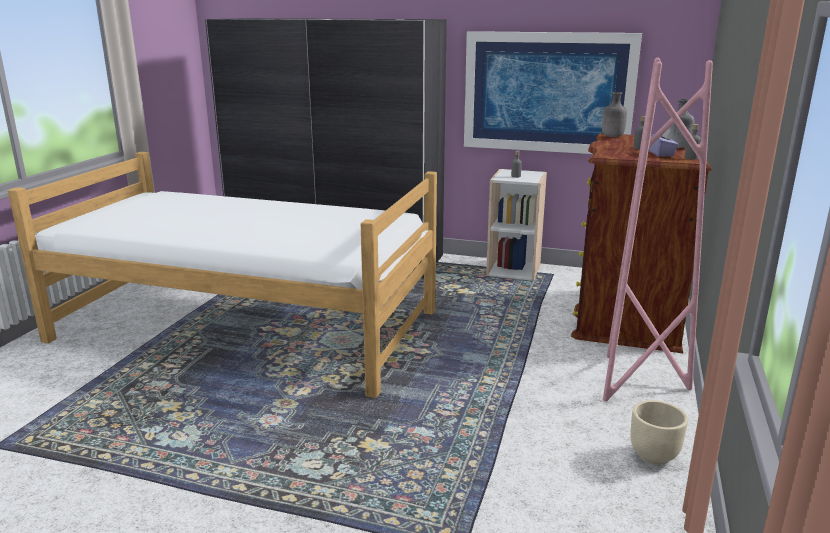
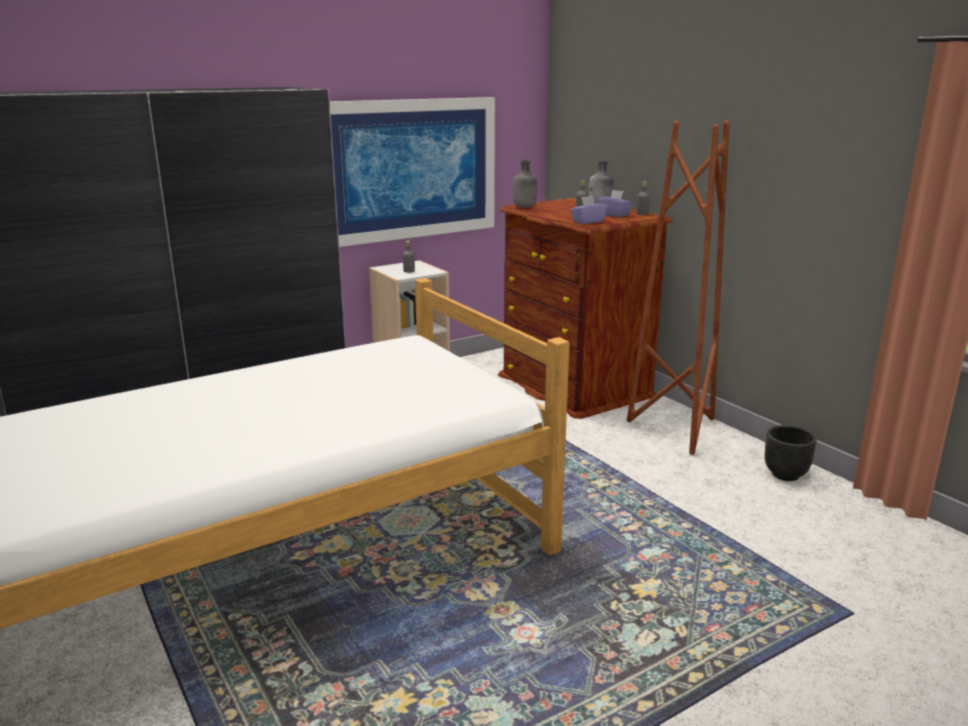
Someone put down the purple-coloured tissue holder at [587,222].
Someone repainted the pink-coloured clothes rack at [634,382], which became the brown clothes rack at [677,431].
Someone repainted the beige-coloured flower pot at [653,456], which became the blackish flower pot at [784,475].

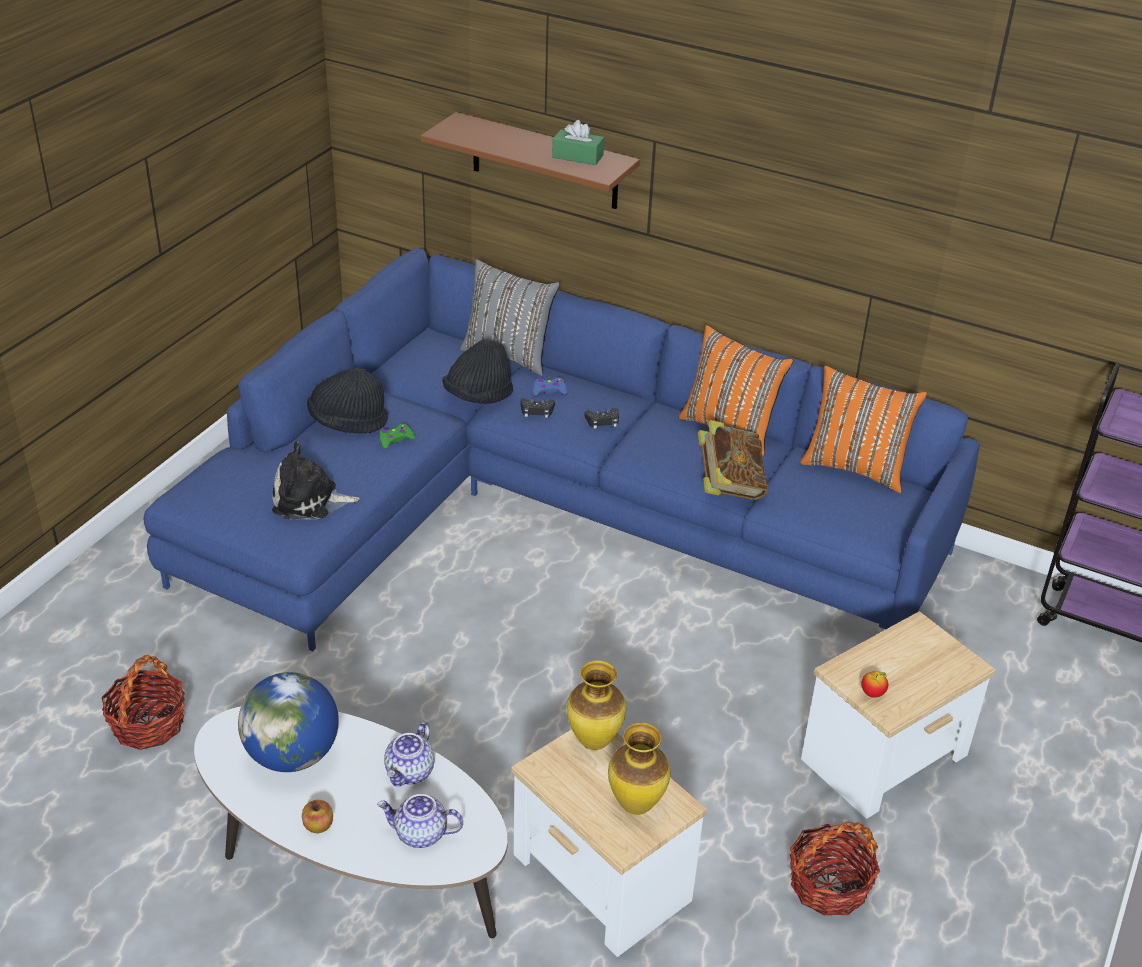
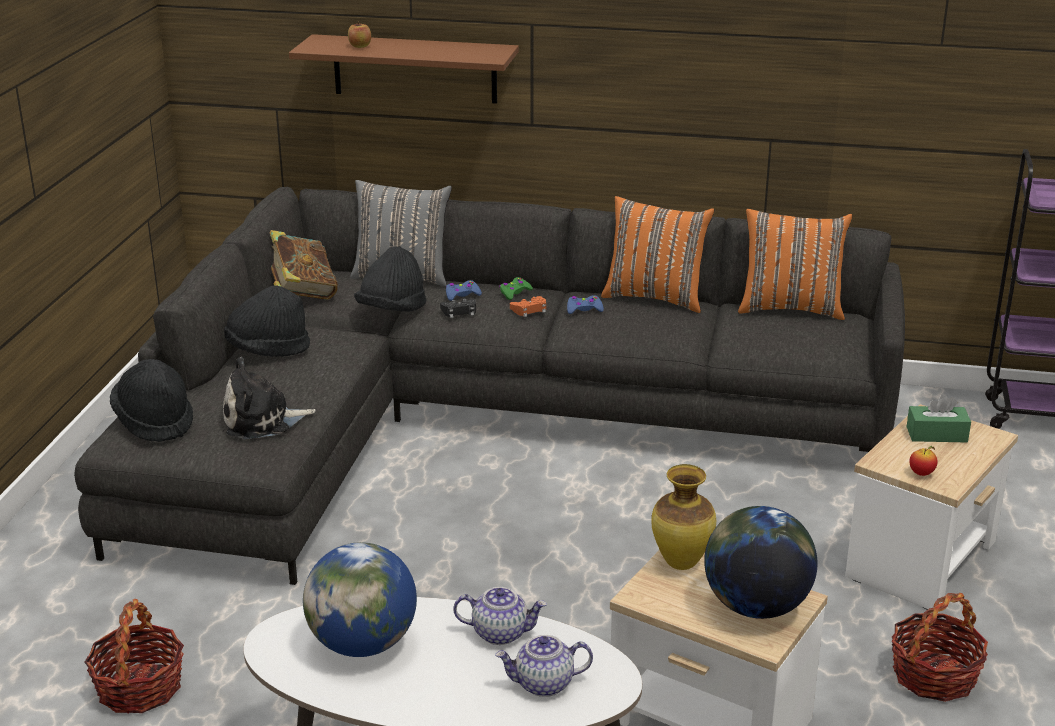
Someone put down the blackish hat at [155,422].
Someone put down the bluish joypad at [584,309].
Someone carried the apple from [318,826] to [360,46].
Someone carried the green-coloured joypad from [395,440] to [514,293].
Someone carried the green-coloured tissue holder from [577,156] to [936,434].
Someone carried the volume from [729,486] to [301,293].
Someone swapped the flower vase at [635,804] for the globe at [755,606].
Someone repainted the bluish sofa at [539,512], which became the grey sofa at [472,424].
Someone repainted the blackish joypad at [602,421], which became the orange joypad at [529,310].
Someone rotated the pot for tea at [410,772] by 90 degrees counterclockwise.

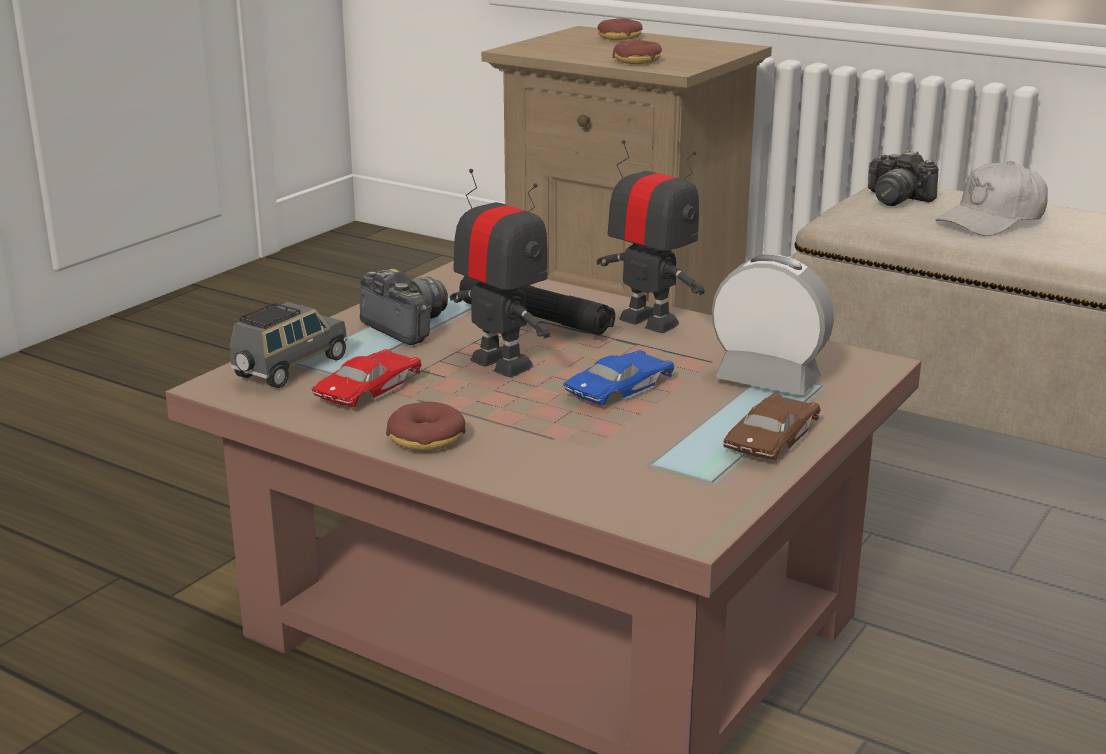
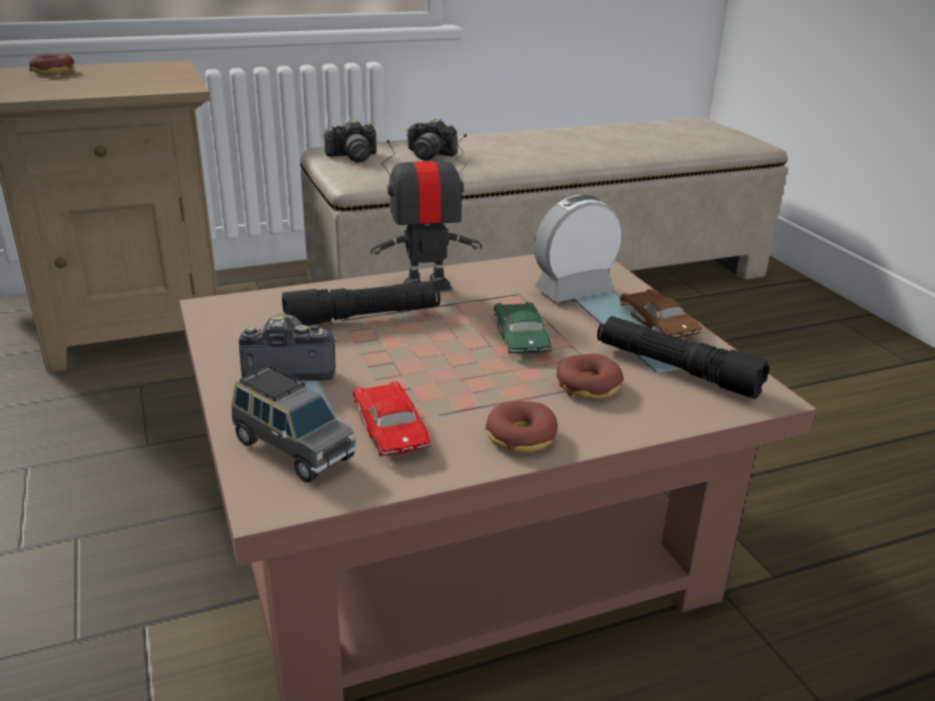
Someone took away the toy robot at [501,364].
Someone put down the blackish flashlight at [676,369].
Someone carried the donut from [637,60] to [588,386].
Someone swapped the whitish cap at [992,221] for the photo camera at [429,155].
Someone repainted the bluish toy car at [619,387], which became the green-coloured toy car at [521,335].
Someone rotated the grey toy car at [290,368] by 150 degrees clockwise.

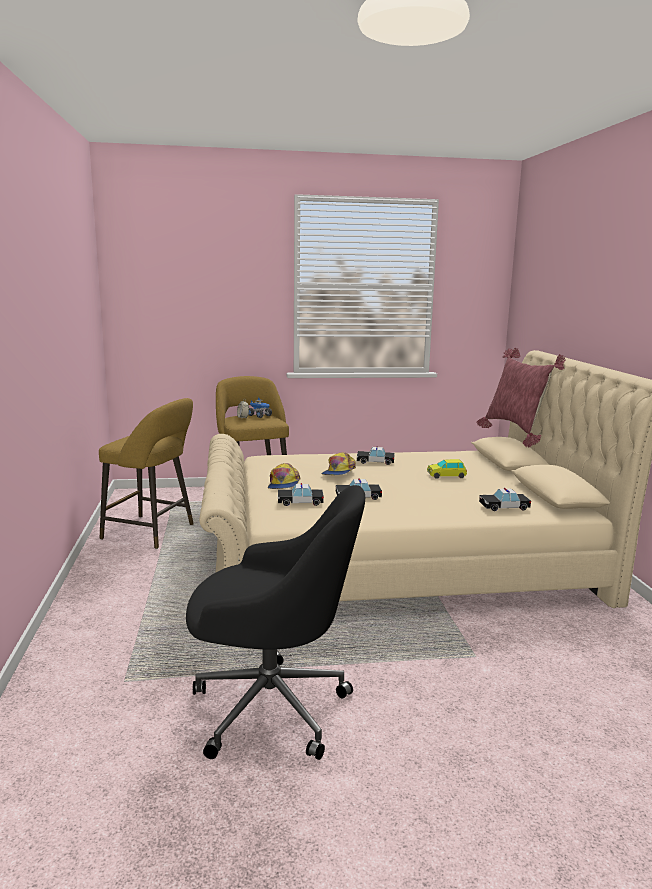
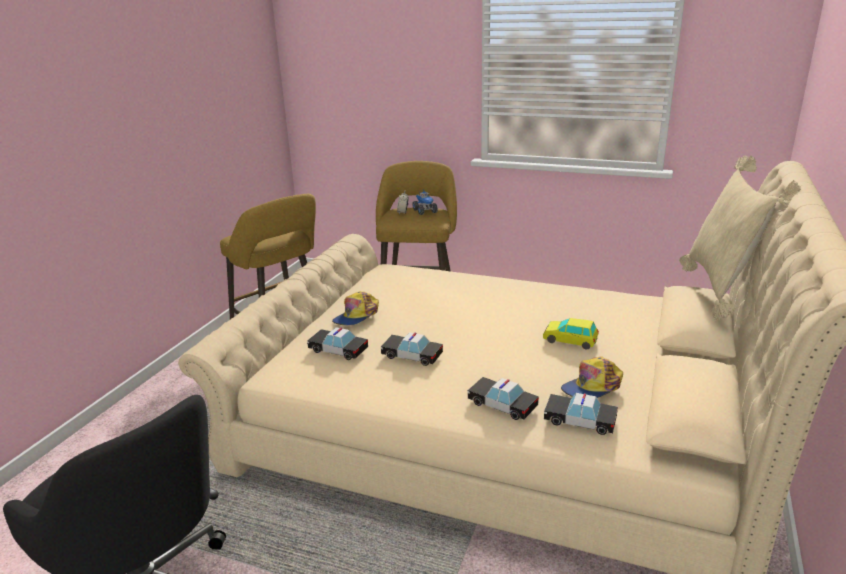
Someone carried the cap from [339,472] to [592,387].
Someone carried the toy car from [375,461] to [502,404].
Someone repainted the red-coloured throw pillow at [516,438], which became the beige-coloured throw pillow at [723,296].

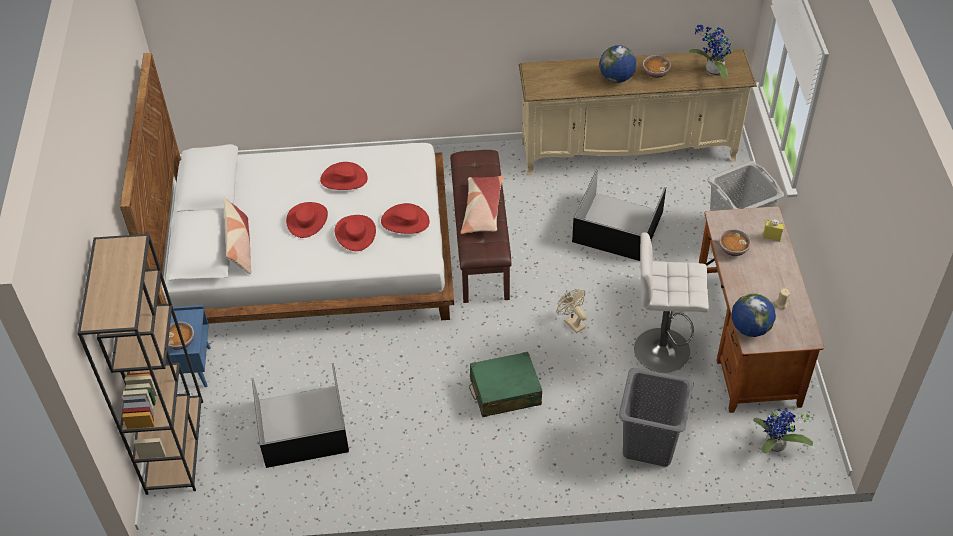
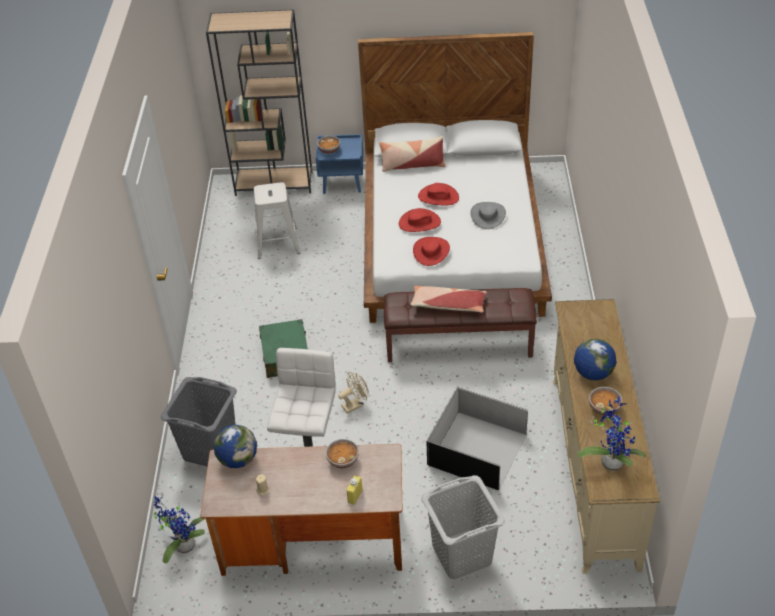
Someone swapped the blackish storage container at [304,425] for the whitish sitting stool at [277,243].
Someone repainted the red-coloured hat at [344,179], which became the grey hat at [488,215].

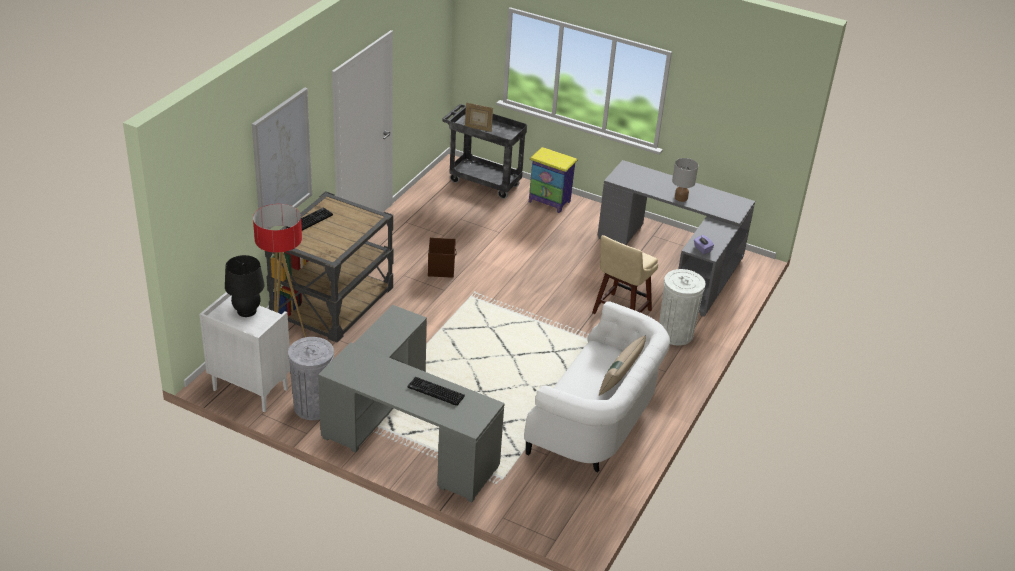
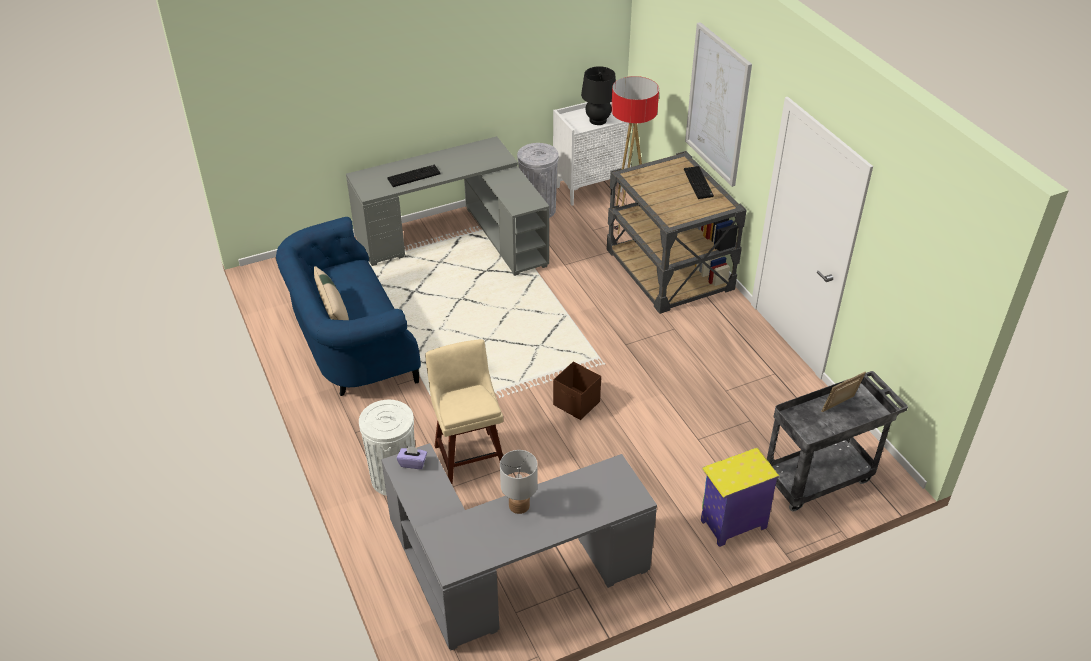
Someone carried the brown storage container from [441,269] to [576,404].
Someone repainted the whitish sofa at [595,423], which became the bluish sofa at [351,344].

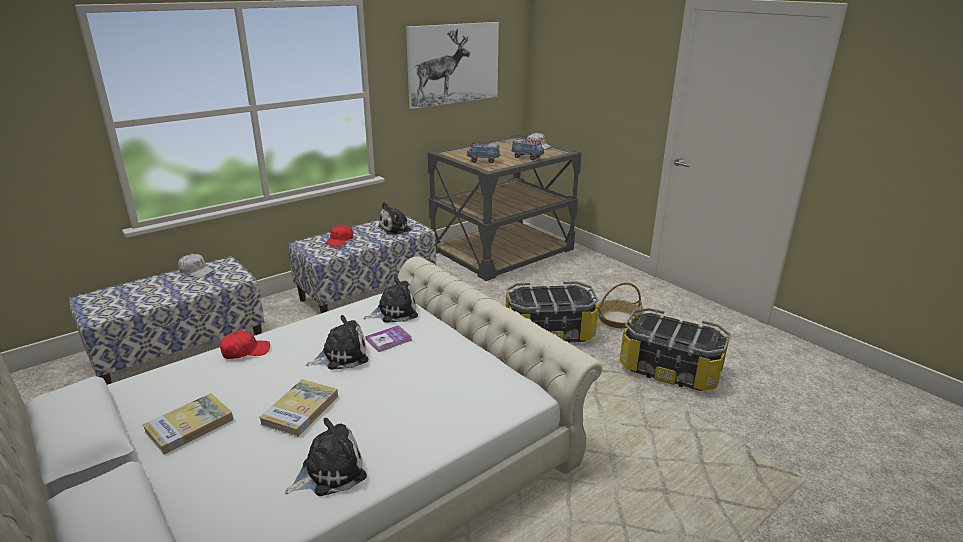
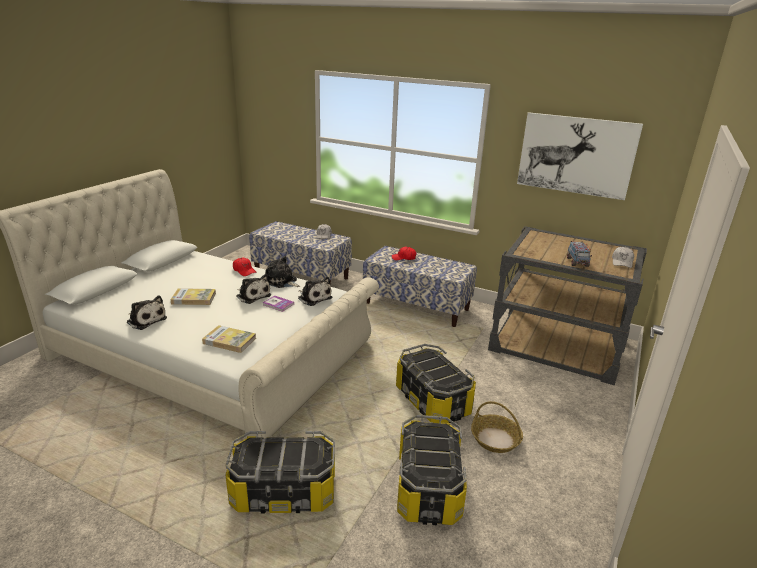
Someone took away the model truck at [483,161].
Someone put down the storage container at [284,492].
Someone carried the volume from [189,426] to [229,341].
Someone carried the soft toy from [397,228] to [282,282].

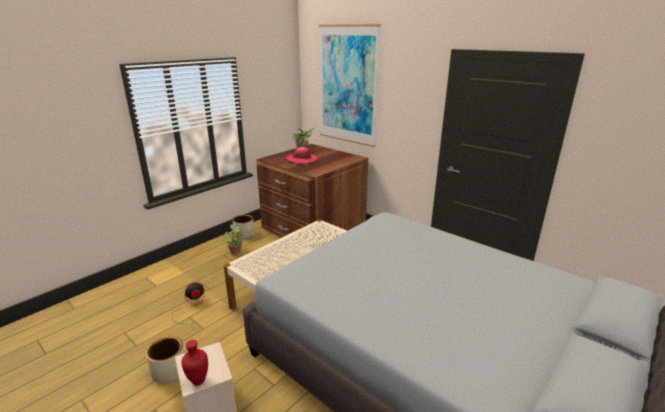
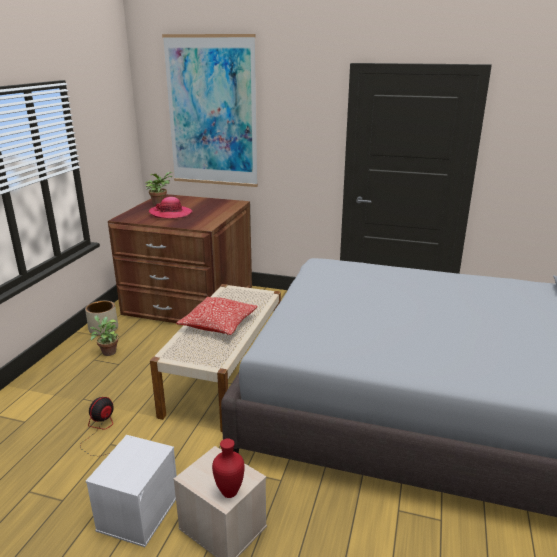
Someone put down the throw pillow at [218,324].
Someone swapped the beige-coloured flower pot at [170,371] for the whitish storage container at [138,511].

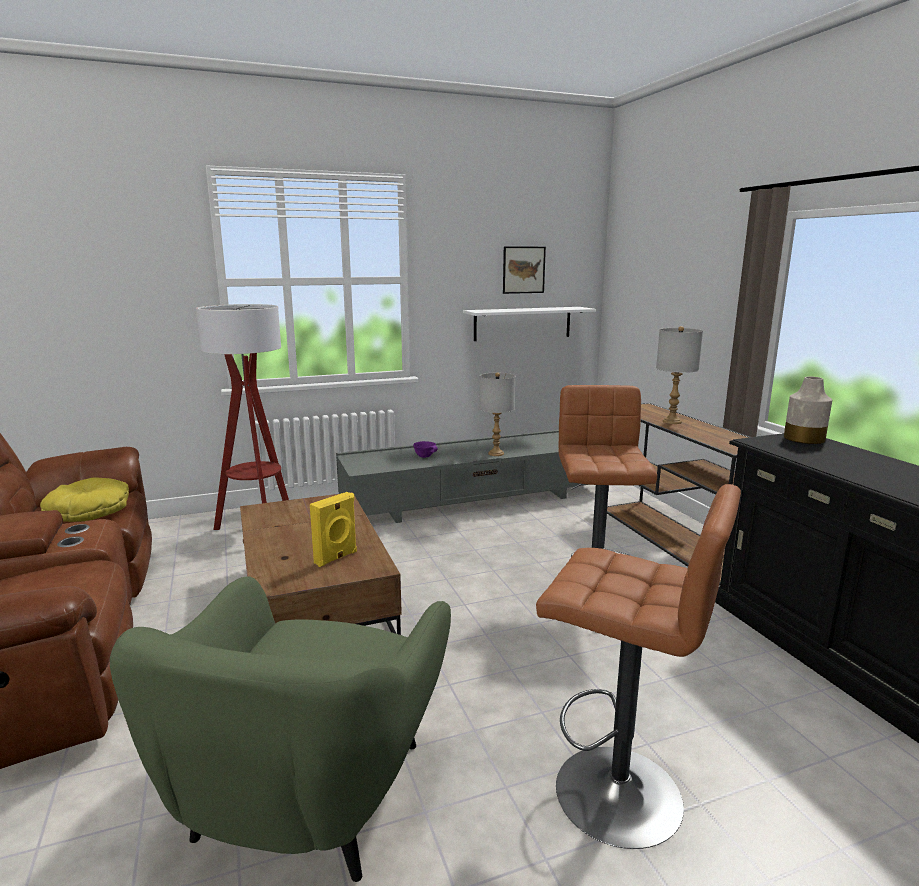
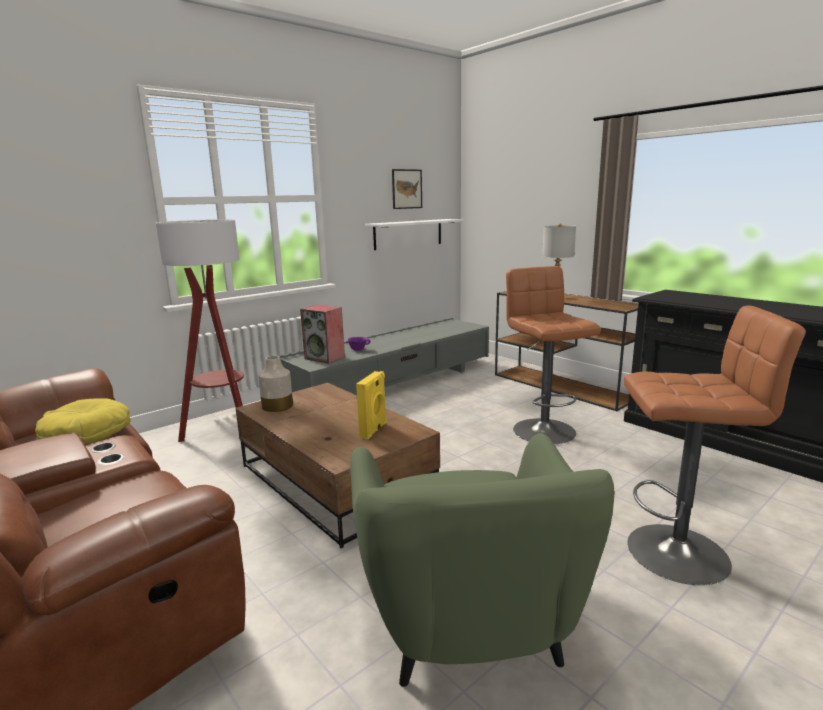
Someone took away the grey lamp for a table at [496,453].
Someone put down the audio speaker at [325,358].
Someone carried the beige-coloured flower vase from [803,438] to [277,405].

